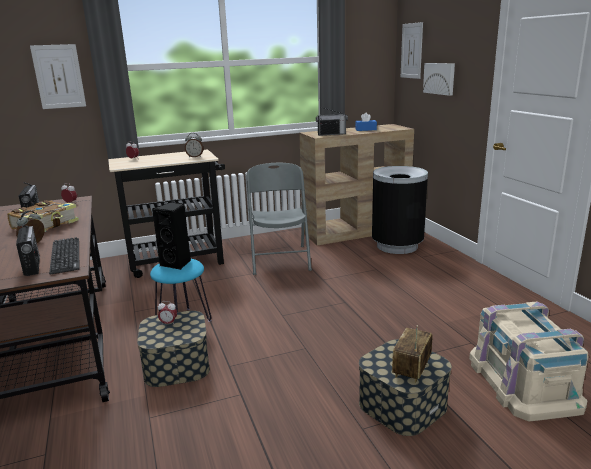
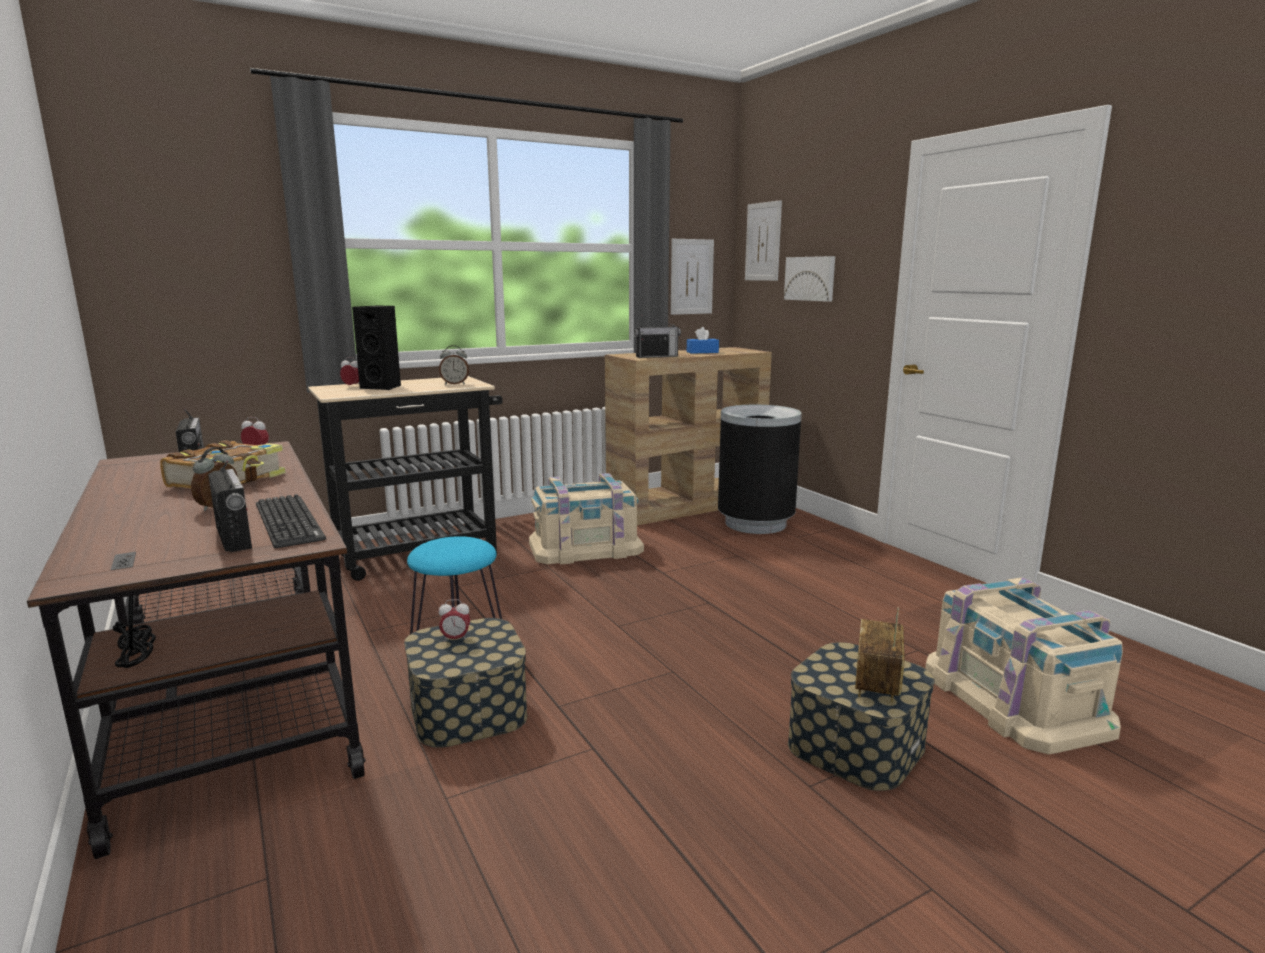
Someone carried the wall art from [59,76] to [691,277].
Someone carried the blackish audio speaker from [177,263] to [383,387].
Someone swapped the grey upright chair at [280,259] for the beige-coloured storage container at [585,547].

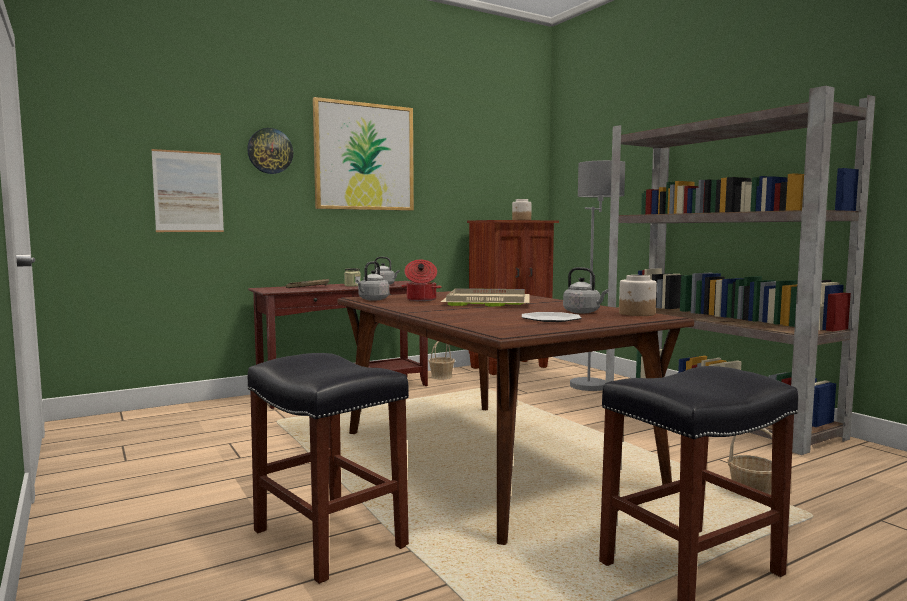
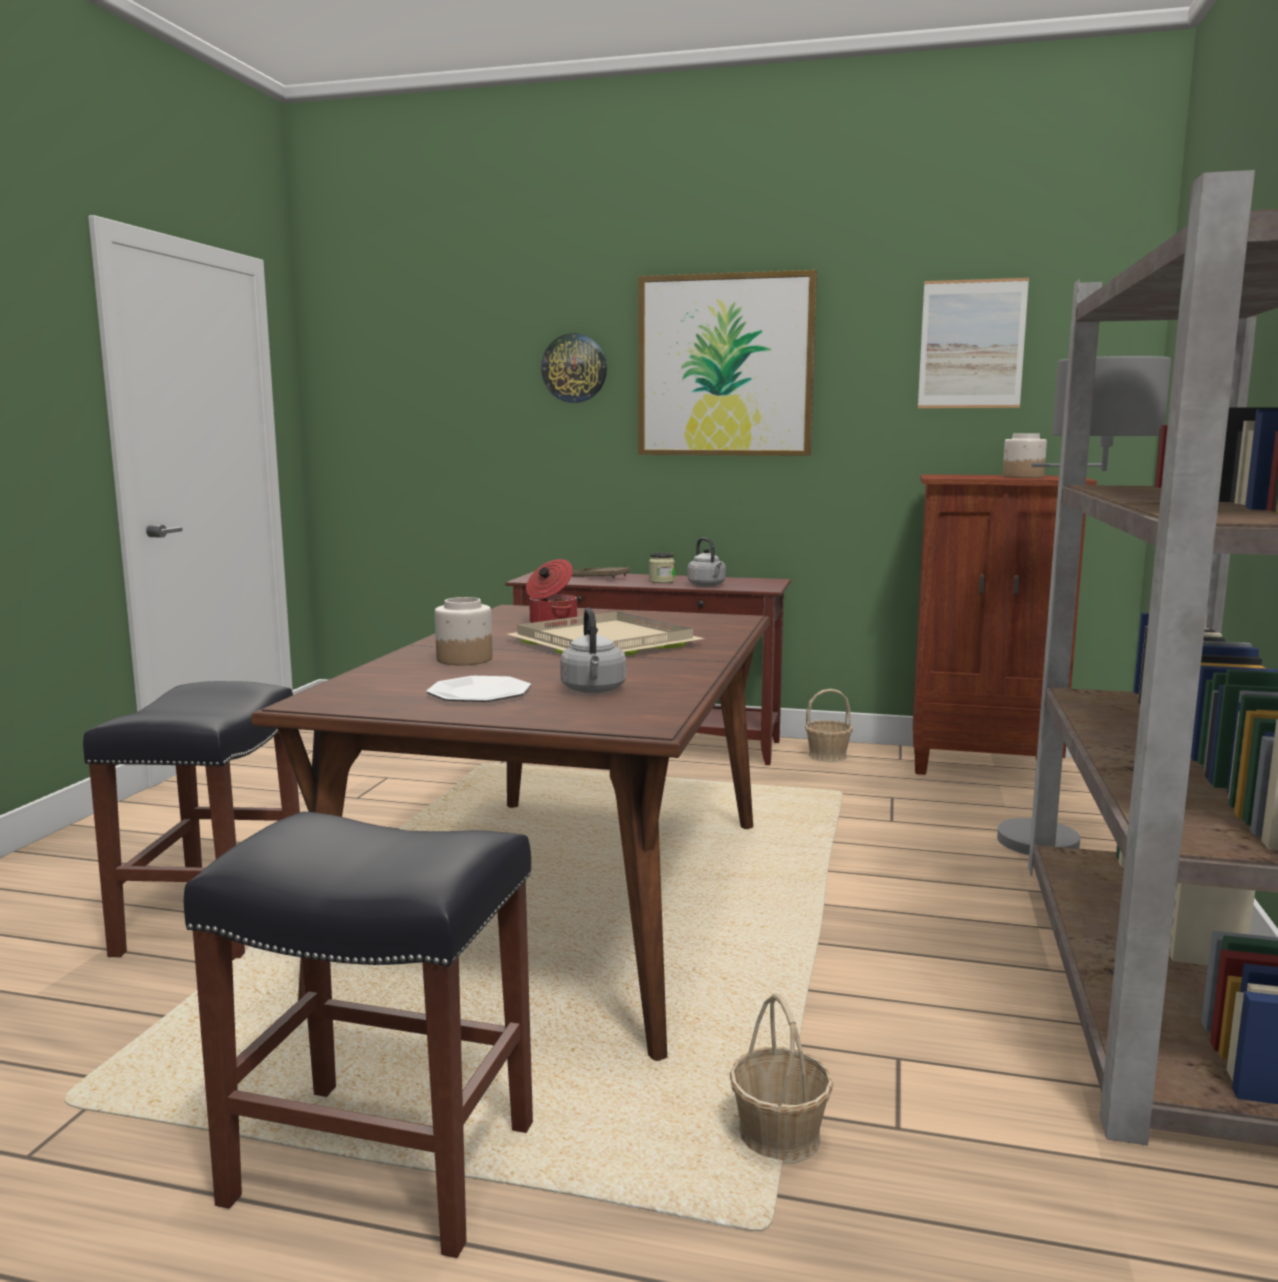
Someone took away the grey water kettle at [372,299].
Someone carried the wall art from [188,191] to [972,344].
Someone carried the storage jar from [637,314] to [464,659].

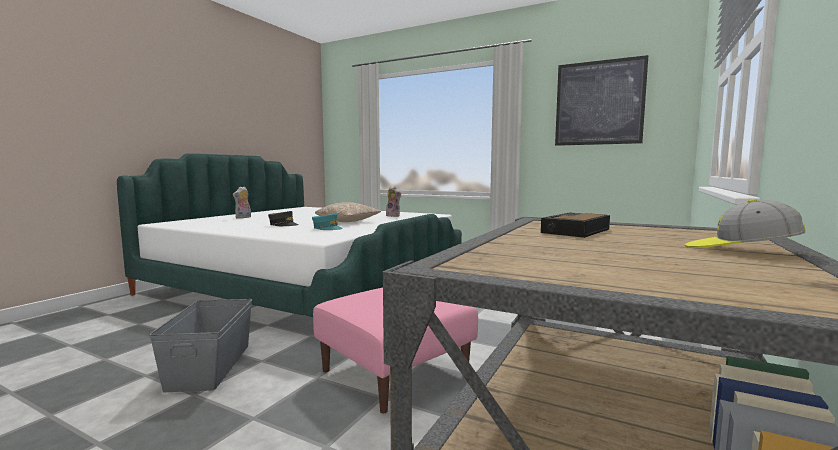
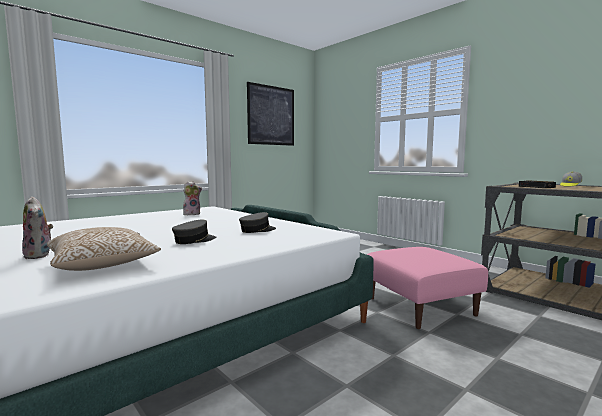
Someone took away the grey storage container at [211,365].
Someone carried the throw pillow from [348,221] to [104,264].
Someone repainted the blue-green cap at [327,228], which became the grey cap at [257,230].

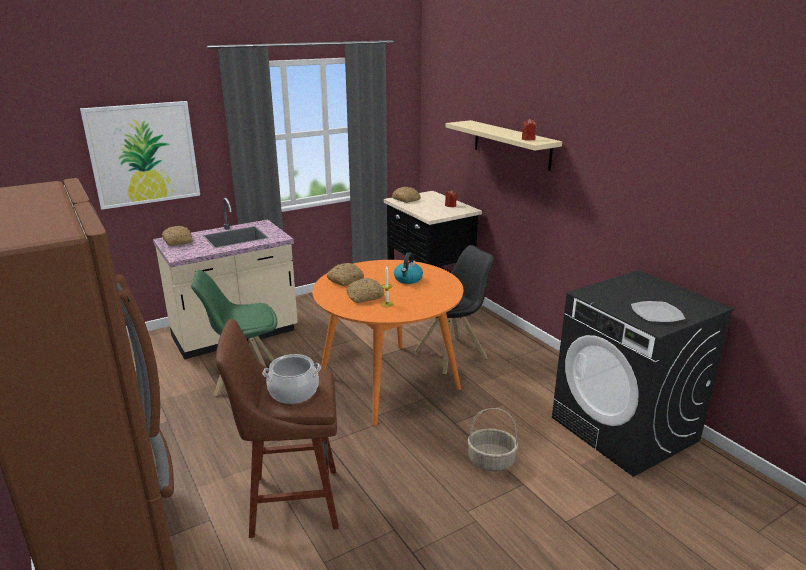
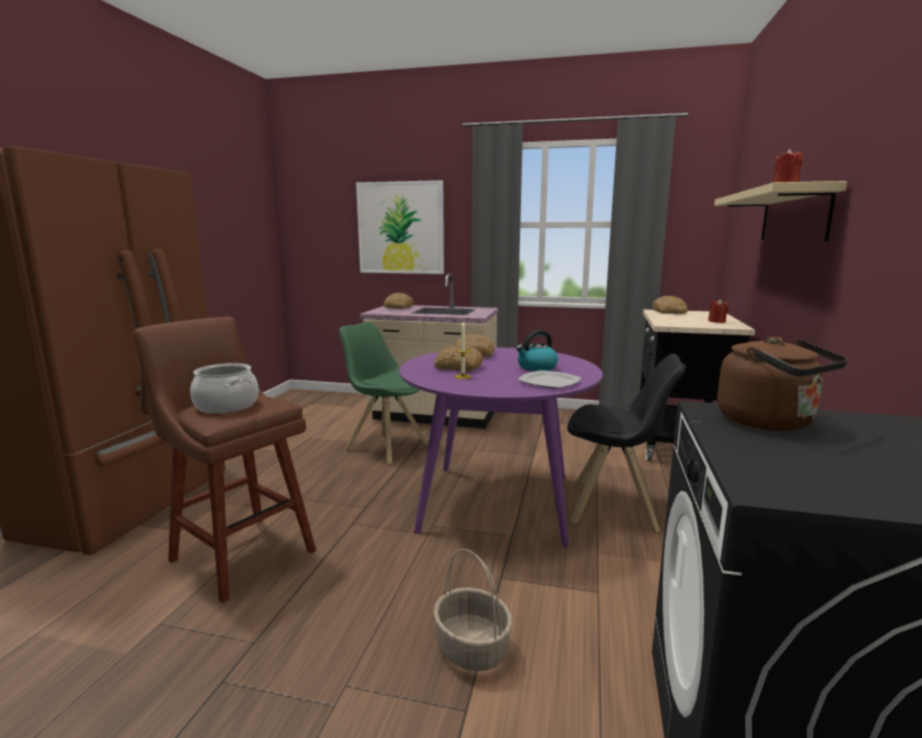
Someone put down the brown water kettle at [770,423].
Someone carried the flat dish from [657,314] to [549,382].
Someone repainted the orange kitchen table at [389,382], which became the purple-coloured kitchen table at [497,503].

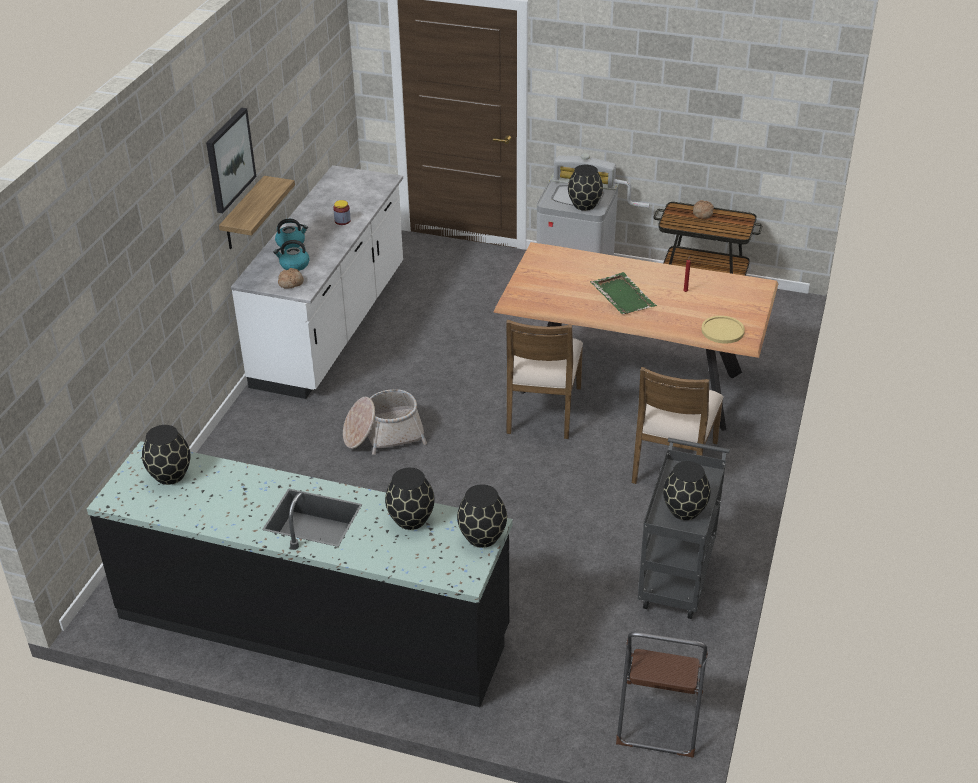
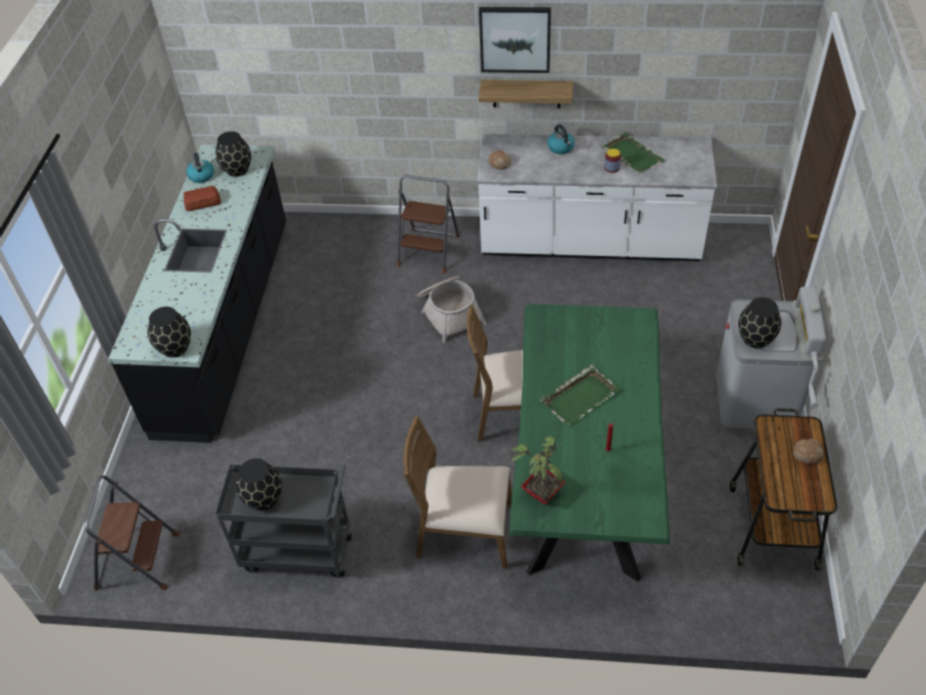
Someone took away the blackish flower vase at [410,519].
Someone put down the bakery bread at [203,203].
Someone put down the brown stepladder at [429,248].
Someone put down the green-coloured tray at [632,155].
Someone carried the water kettle from [294,265] to [201,176].
Someone swapped the yellow flat dish at [722,331] for the houseplant at [541,492].
Someone repainted the brown kitchen table at [631,381], which became the green-coloured kitchen table at [585,479].

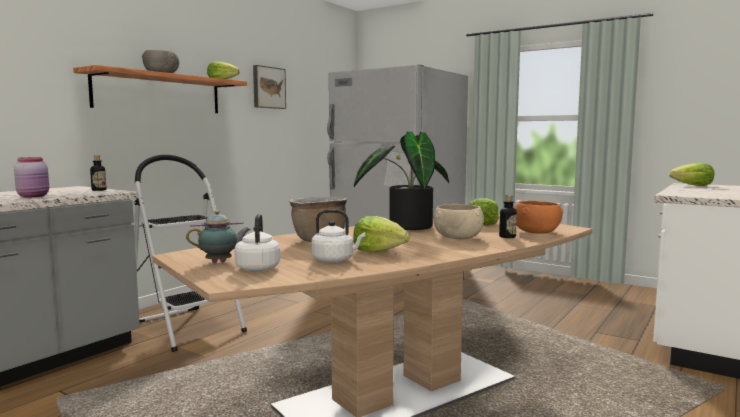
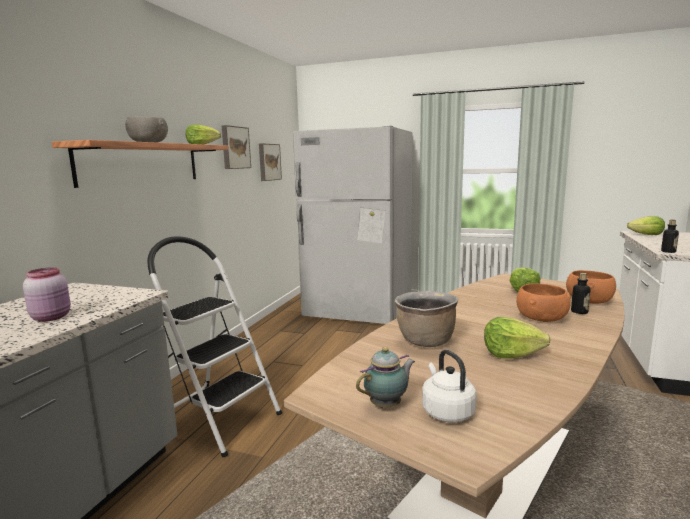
Someone took away the whitish water kettle at [335,260].
Someone took away the houseplant at [405,226].
Someone put up the wall art at [268,162].
Someone carried the beverage bottle from [99,190] to [668,251].
Someone repainted the beige-coloured deep dish at [458,237], which became the orange deep dish at [541,318].

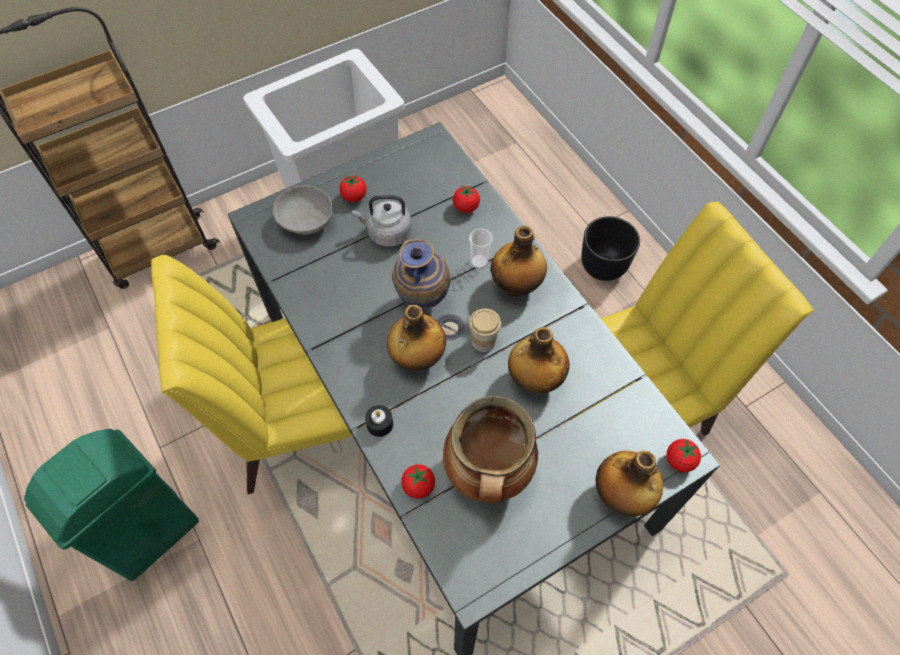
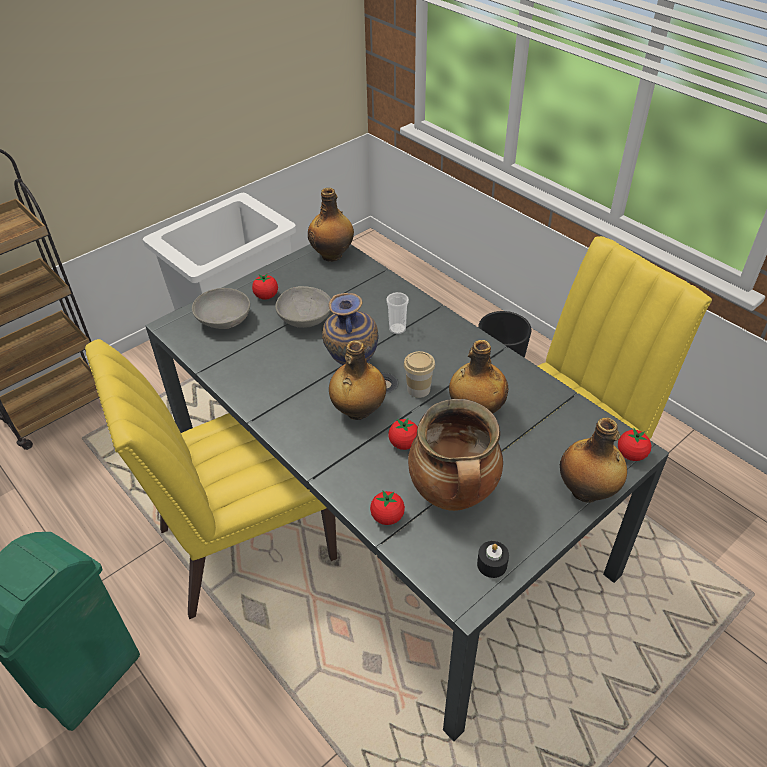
Someone carried the blackish wax candle from [380,424] to [492,564].
Someone carried the tomato from [466,207] to [404,443].
Someone carried the beverage bottle from [517,285] to [332,255].
Someone swapped the grey water kettle at [387,233] for the grey deep dish at [304,319].

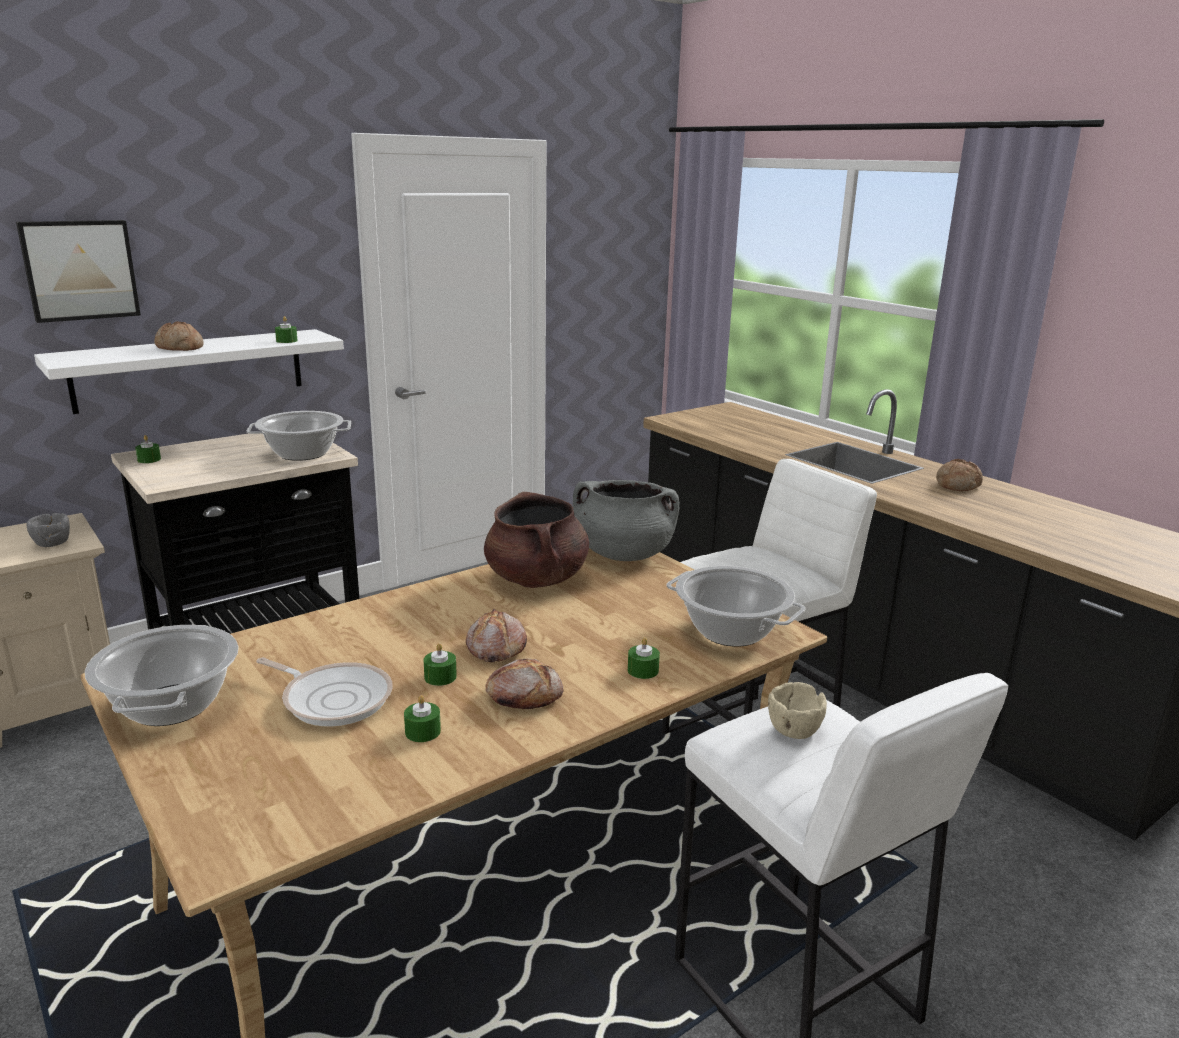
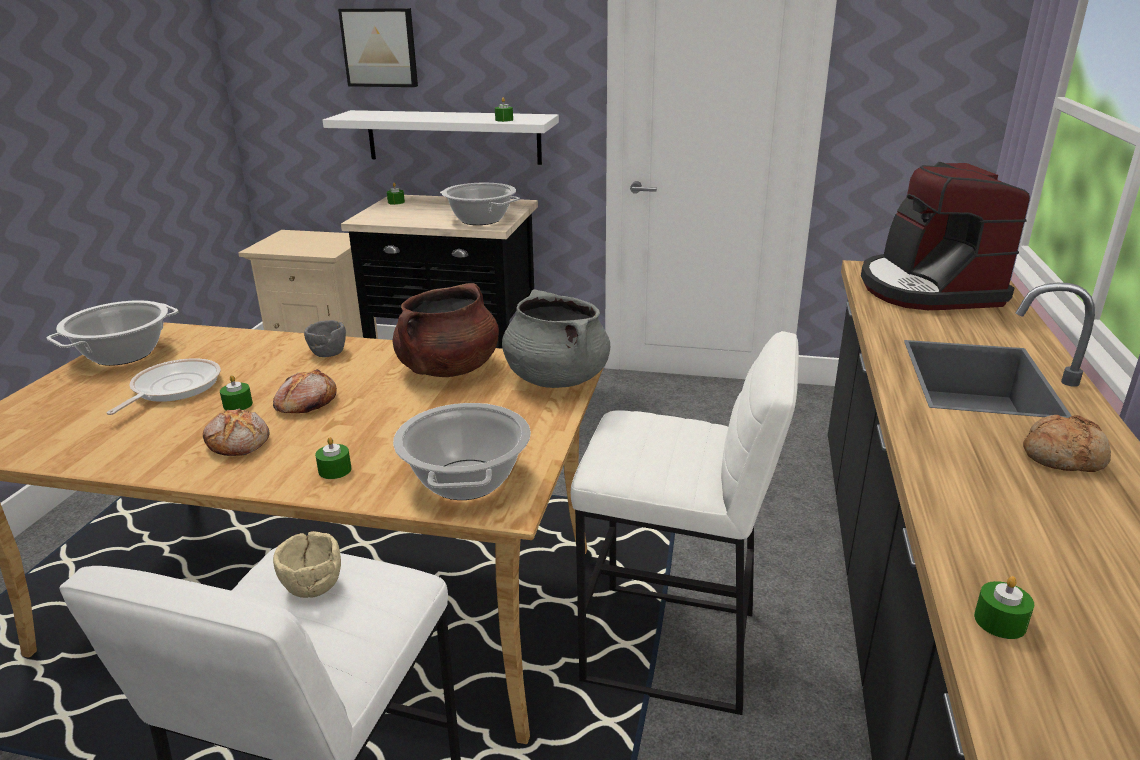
Someone took away the bakery bread at [179,348].
Someone put down the coffee brewer at [927,289].
Someone carried the grey deep dish from [52,543] to [328,352].
Someone carried the green-coloured wax candle from [423,731] to [1000,621].
Someone rotated the pan at [334,698] by 150 degrees counterclockwise.

